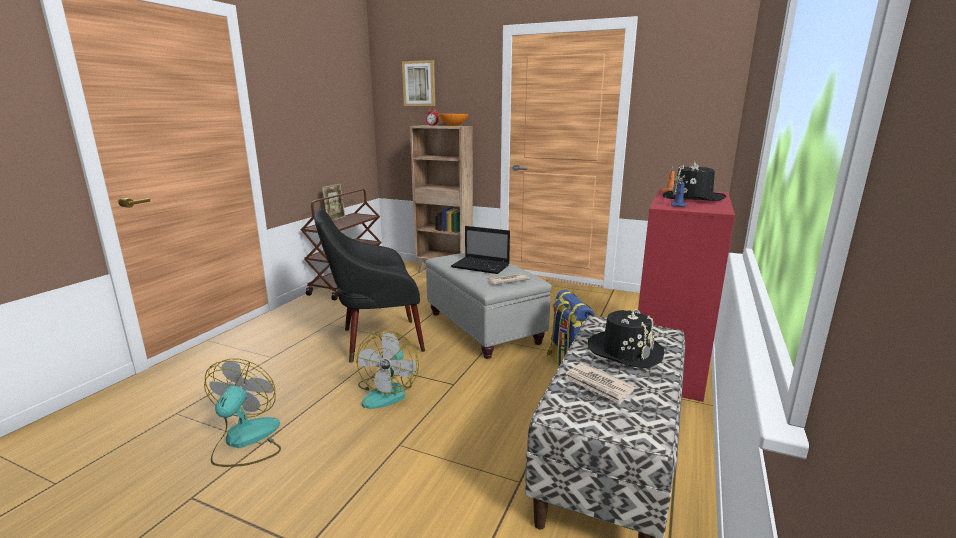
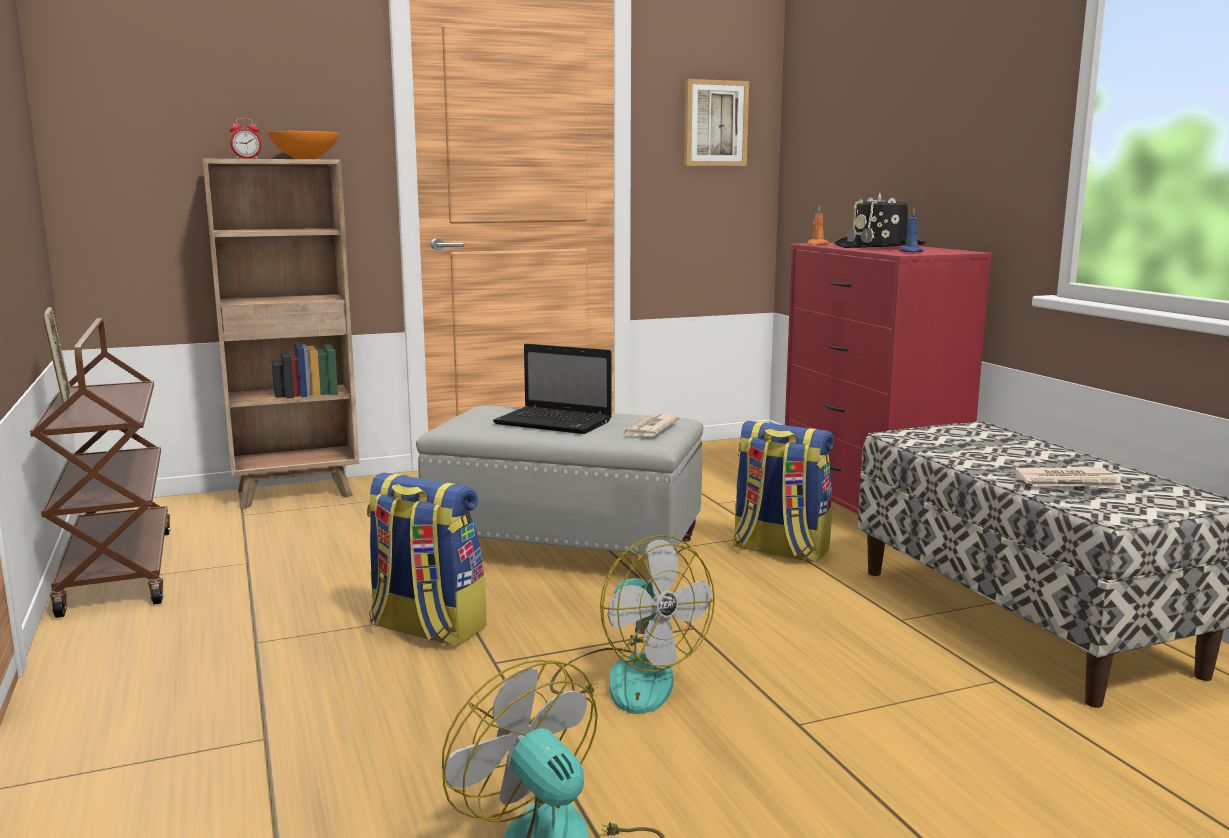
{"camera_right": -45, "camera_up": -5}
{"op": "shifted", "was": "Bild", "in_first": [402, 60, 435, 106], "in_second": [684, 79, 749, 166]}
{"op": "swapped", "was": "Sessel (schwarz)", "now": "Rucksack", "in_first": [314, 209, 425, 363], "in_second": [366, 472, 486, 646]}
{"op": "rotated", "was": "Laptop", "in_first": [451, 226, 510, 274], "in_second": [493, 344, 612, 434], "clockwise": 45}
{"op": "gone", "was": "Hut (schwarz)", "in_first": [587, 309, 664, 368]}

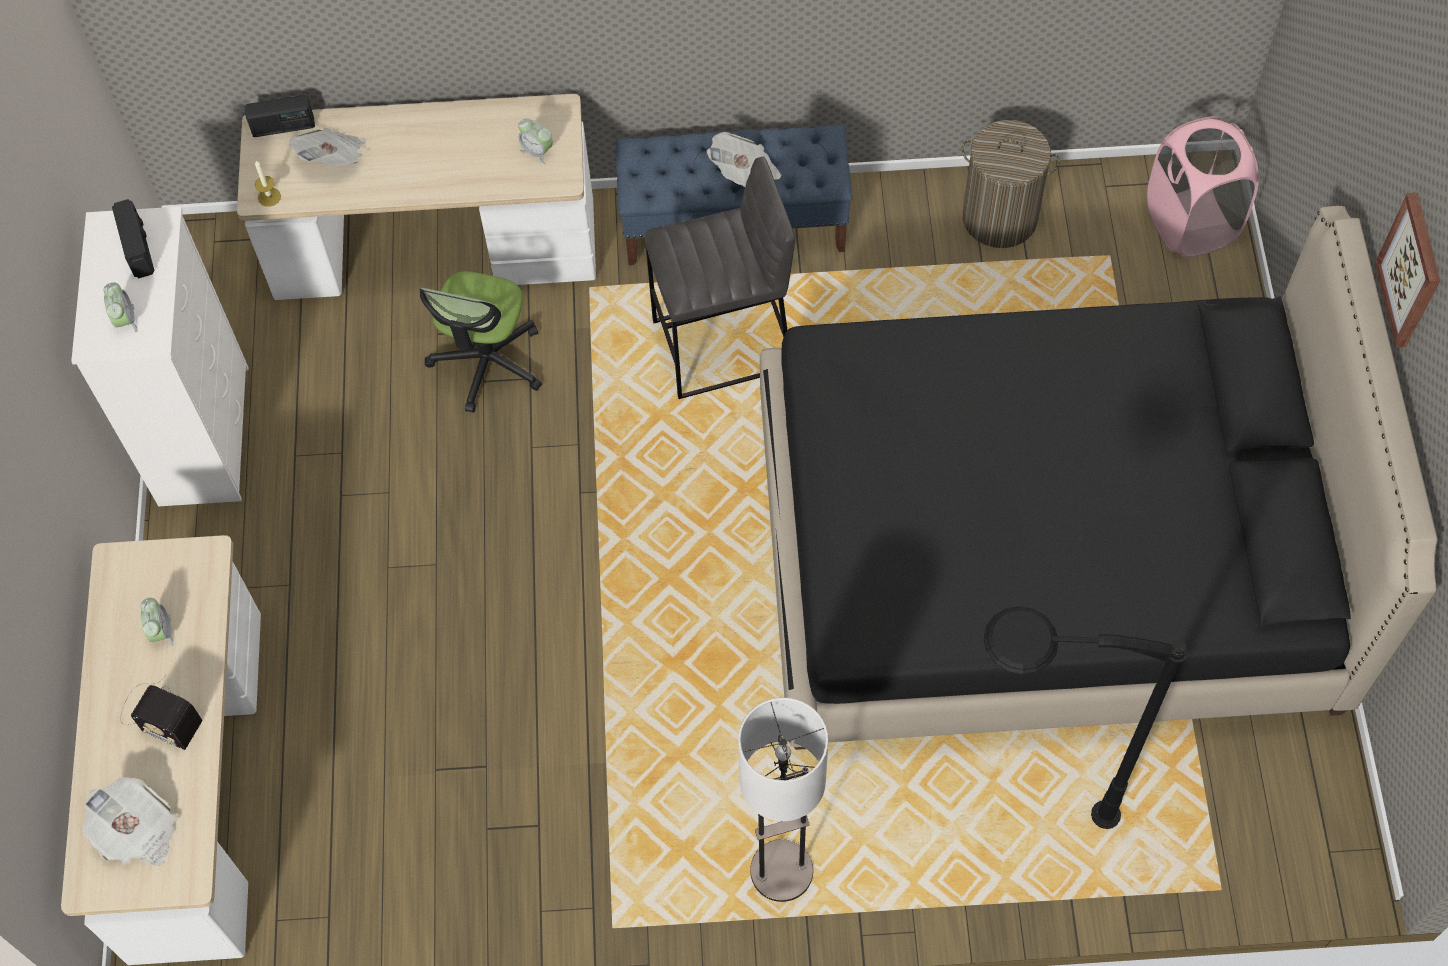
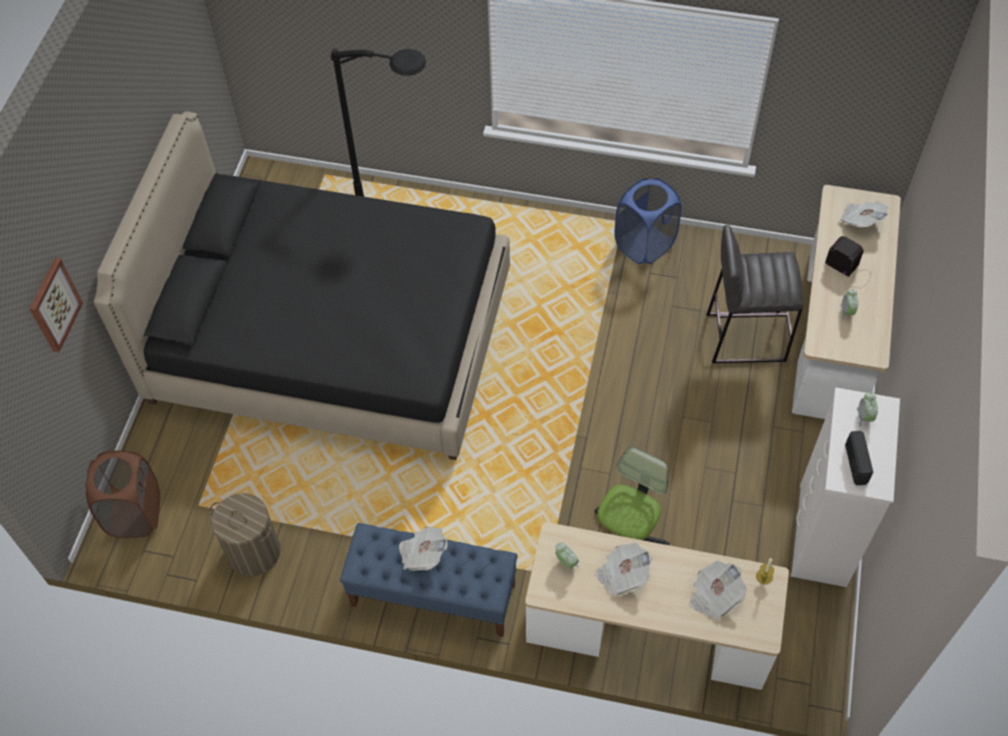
{"camera_right": -165, "camera_up": -5}
{"op": "gone", "was": "Radio", "in_first": [245, 95, 315, 137]}
{"op": "repainted", "was": "Wäschekorb (rosa)", "now": "Wäschekorb (braun)", "in_first": [1147, 116, 1259, 258], "in_second": [85, 450, 160, 538]}
{"op": "shifted", "was": "Hocker (grau)", "in_first": [645, 157, 795, 399], "in_second": [707, 225, 803, 363]}
{"op": "shifted", "was": "Bild", "in_first": [1375, 193, 1440, 348], "in_second": [29, 258, 83, 352]}
{"op": "gone", "was": "Stehlampe", "in_first": [738, 697, 829, 902]}
{"op": "new", "now": "Wäschekorb (blau)", "in_second": [614, 178, 681, 264]}
{"op": "new", "now": "Zeitung", "in_second": [595, 542, 653, 597]}

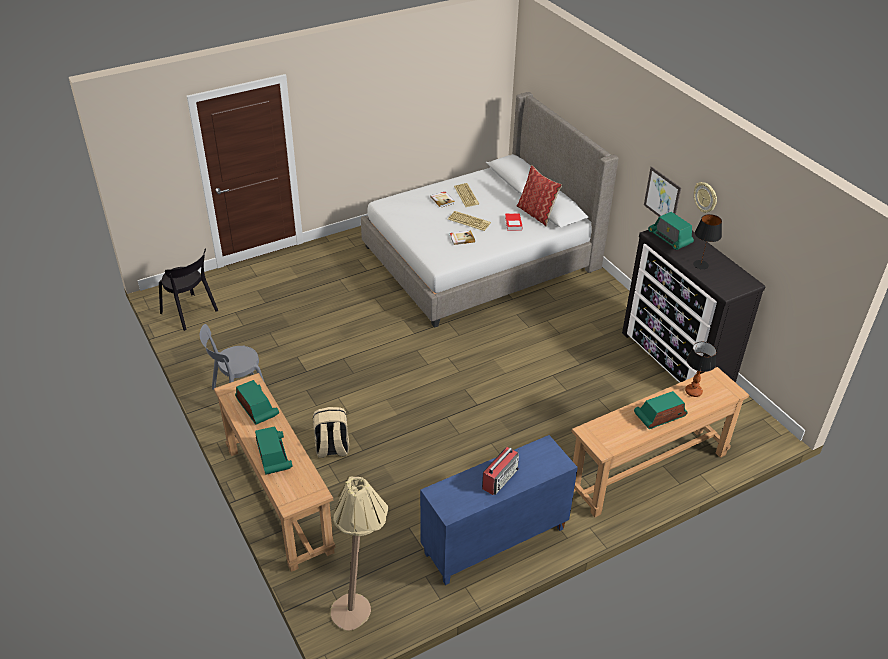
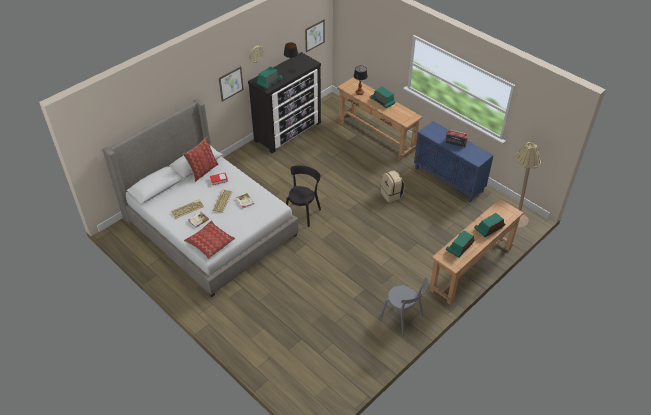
{"camera_right": -105, "camera_up": 5}
{"op": "shifted", "was": "Stuhl (schwarz)", "in_first": [159, 248, 218, 331], "in_second": [286, 165, 321, 227]}
{"op": "shifted", "was": "Rucksack (beige)", "in_first": [313, 407, 349, 458], "in_second": [381, 170, 405, 202]}
{"op": "new", "now": "Bild", "in_second": [305, 19, 325, 52]}
{"op": "new", "now": "Kissen", "in_second": [184, 221, 235, 259]}

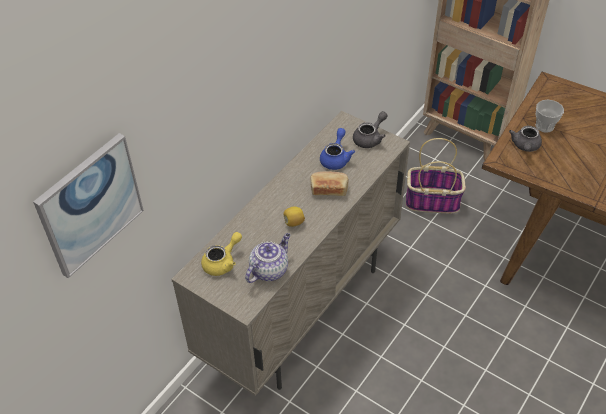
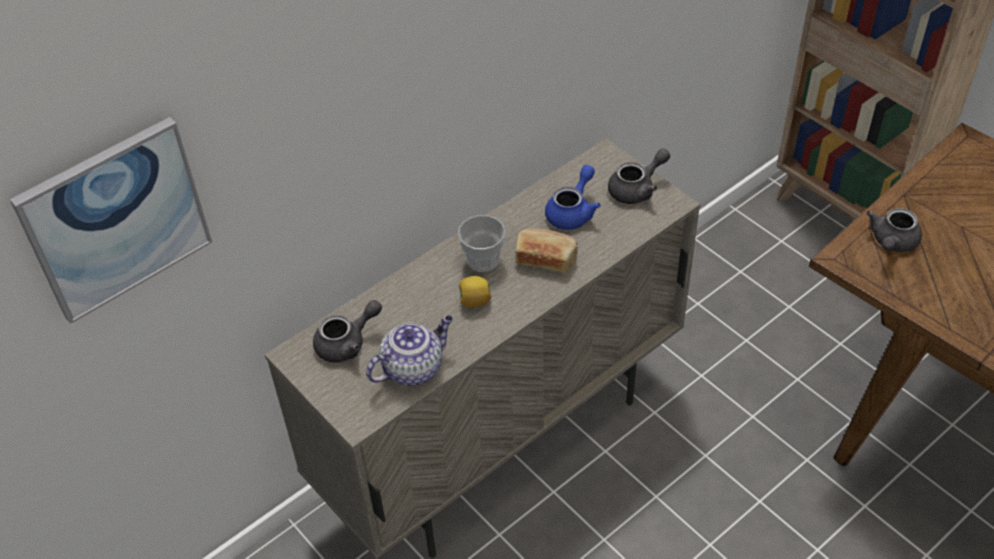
{"camera_right": 15, "camera_up": 0}
{"op": "shifted", "was": "Tasse", "in_first": [536, 100, 564, 133], "in_second": [458, 215, 505, 272]}
{"op": "gone", "was": "Korb", "in_first": [406, 138, 466, 213]}
{"op": "repainted", "was": "Teekanne (gelb)", "now": "Teekanne (grau)", "in_first": [201, 232, 242, 276], "in_second": [313, 300, 382, 363]}

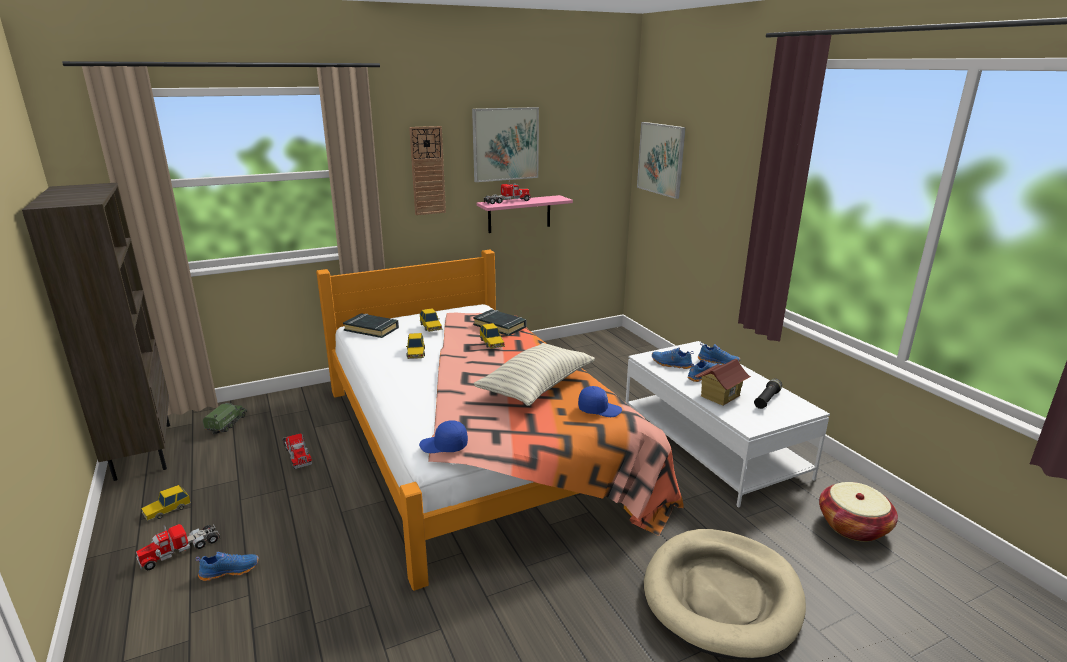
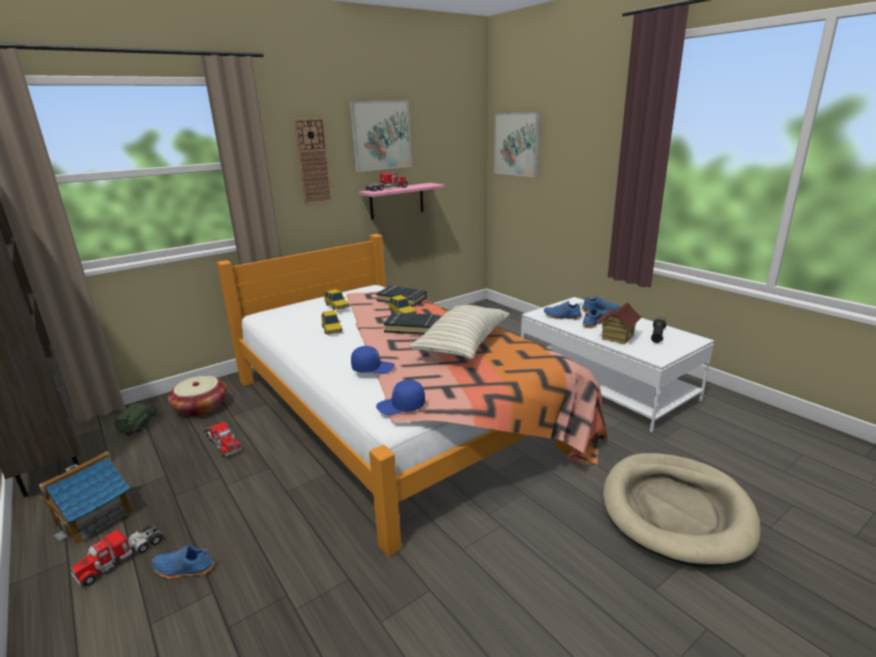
{"camera_right": -10, "camera_up": 0}
{"op": "shifted", "was": "Buch (schwarz)", "in_first": [343, 313, 399, 338], "in_second": [384, 312, 440, 335]}
{"op": "shifted", "was": "Kappe (blau)", "in_first": [578, 386, 622, 417], "in_second": [351, 346, 395, 374]}
{"op": "shifted", "was": "Korb", "in_first": [819, 482, 898, 542], "in_second": [168, 376, 227, 417]}
{"op": "swapped", "was": "Spielzeugauto", "now": "Spielzeughaus", "in_first": [141, 485, 191, 521], "in_second": [39, 451, 133, 545]}
{"op": "rotated", "was": "Schuh (blau)", "in_first": [195, 552, 259, 581], "in_second": [152, 545, 215, 579], "clockwise": -150}

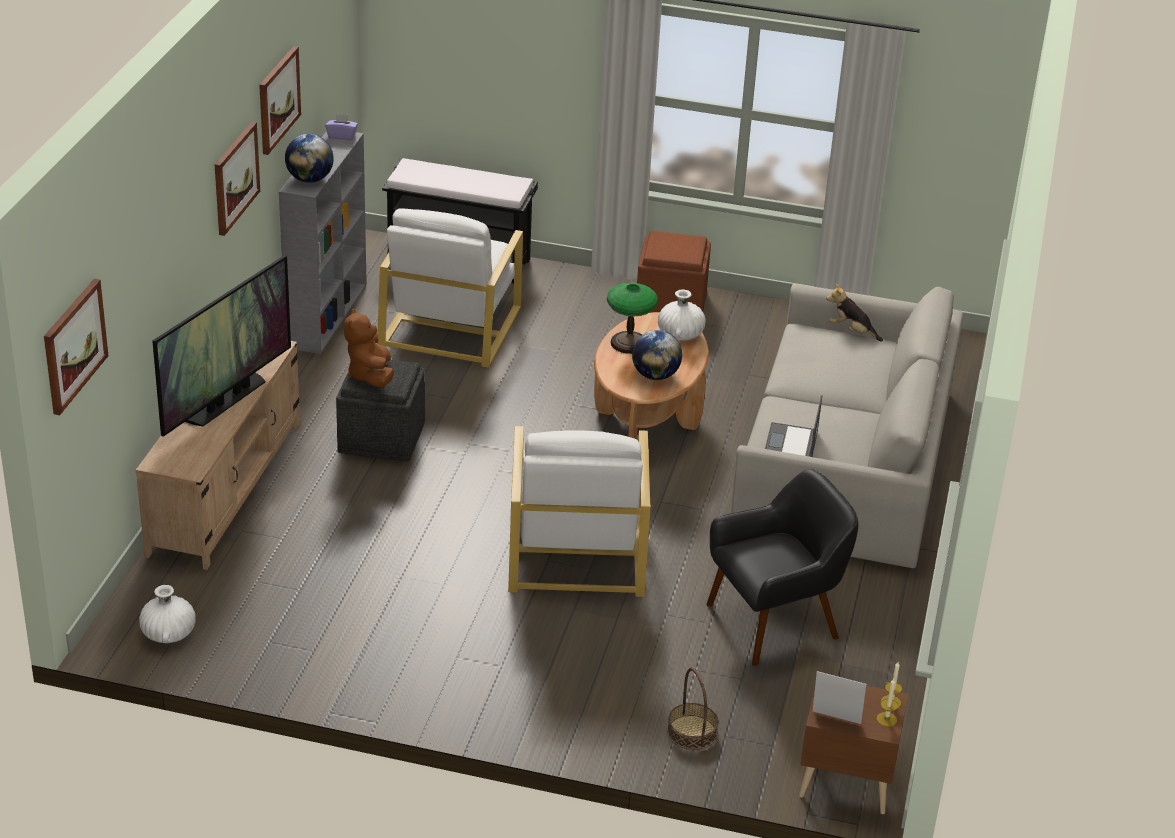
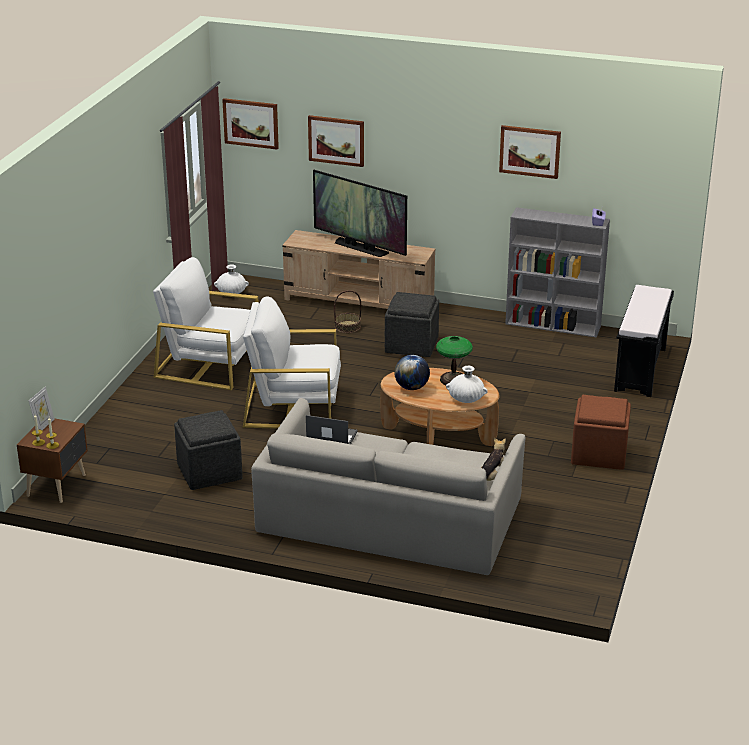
{"camera_right": 95, "camera_up": -5}
{"op": "shifted", "was": "Bild", "in_first": [215, 122, 260, 236], "in_second": [308, 115, 364, 167]}
{"op": "gone", "was": "Globus", "in_first": [285, 134, 334, 183]}
{"op": "shifted", "was": "Sessel (weiß)", "in_first": [377, 208, 523, 368], "in_second": [153, 257, 258, 390]}
{"op": "gone", "was": "Plüschtier (braun)", "in_first": [344, 309, 394, 387]}
{"op": "swapped", "was": "Sessel (schwarz)", "now": "Polsterhocker (grau)", "in_first": [706, 469, 858, 666], "in_second": [174, 410, 242, 490]}
{"op": "shifted", "was": "Korb", "in_first": [667, 668, 718, 750], "in_second": [334, 290, 361, 333]}

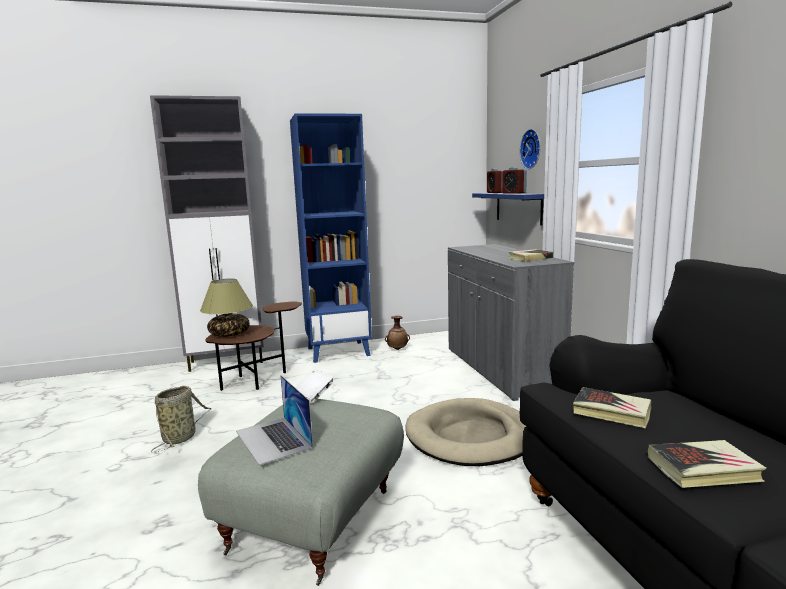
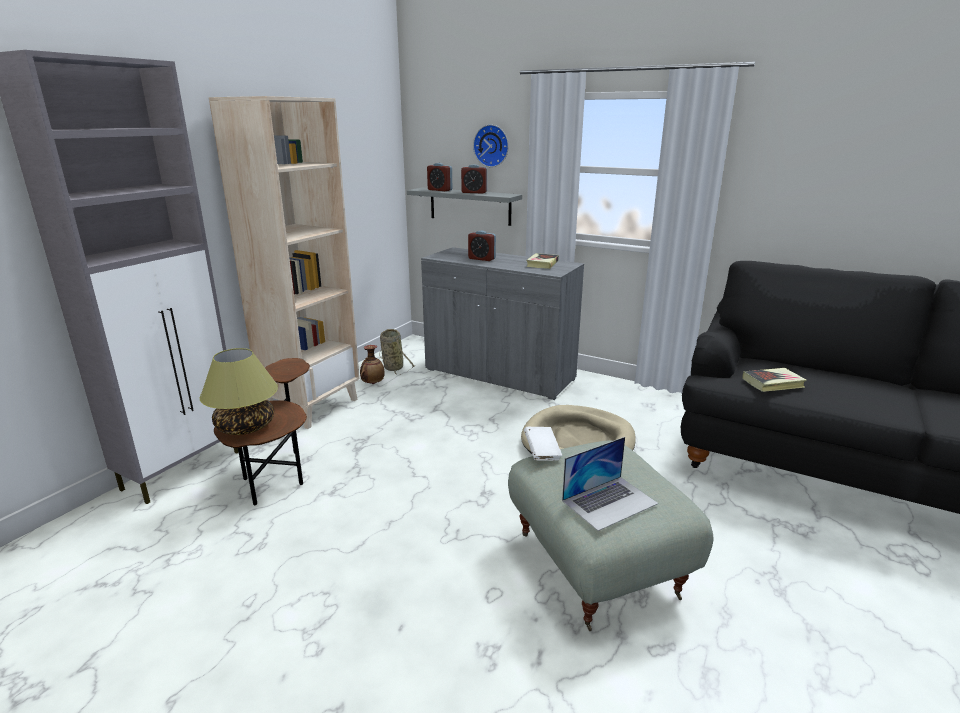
{"camera_right": -45, "camera_up": 10}
{"op": "repainted", "was": "Bücherregal (blau)", "now": "Bücherregal (beige)", "in_first": [290, 114, 372, 363], "in_second": [209, 96, 360, 429]}
{"op": "repainted", "was": "Wandregal (blau)", "now": "Wandregal (grau)", "in_first": [472, 193, 544, 225], "in_second": [407, 188, 522, 226]}
{"op": "rotated", "was": "Laptop", "in_first": [236, 375, 313, 465], "in_second": [562, 437, 658, 531], "clockwise": -45}
{"op": "shifted", "was": "Korb", "in_first": [151, 386, 212, 452], "in_second": [379, 329, 415, 375]}
{"op": "gone", "was": "Buch", "in_first": [648, 440, 766, 488]}
{"op": "new", "now": "Wecker", "in_second": [468, 231, 496, 261]}

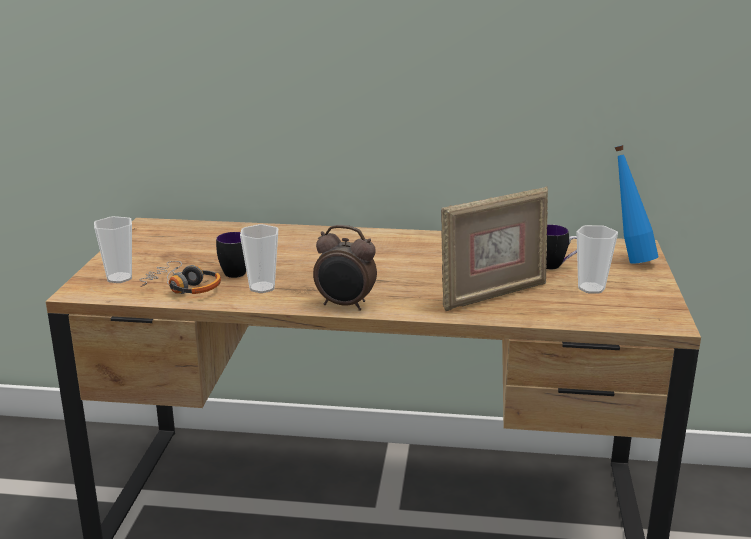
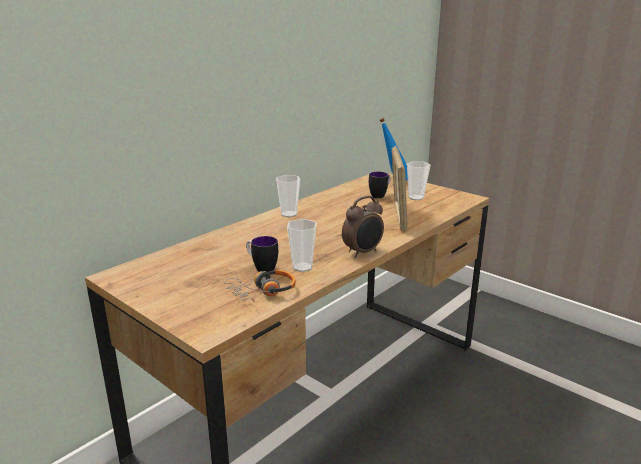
{"camera_right": -55, "camera_up": 0}
{"op": "shifted", "was": "Tasse", "in_first": [94, 216, 132, 283], "in_second": [276, 175, 300, 217]}

